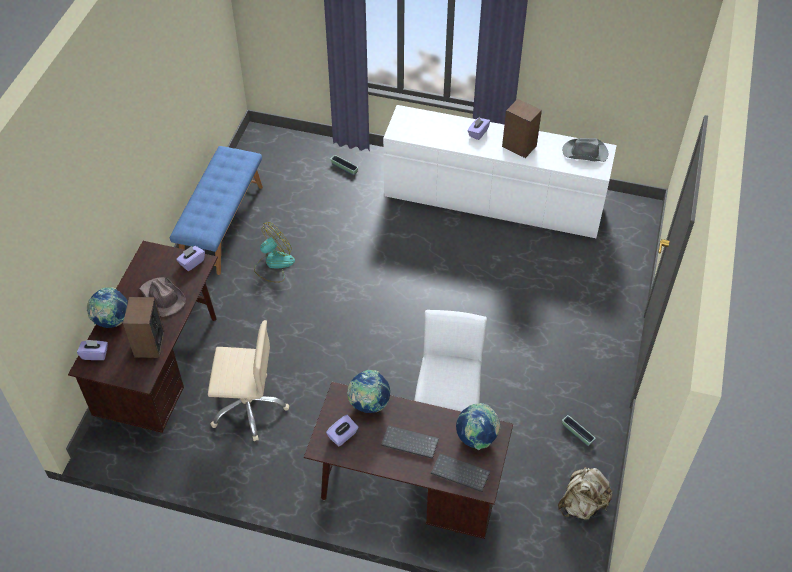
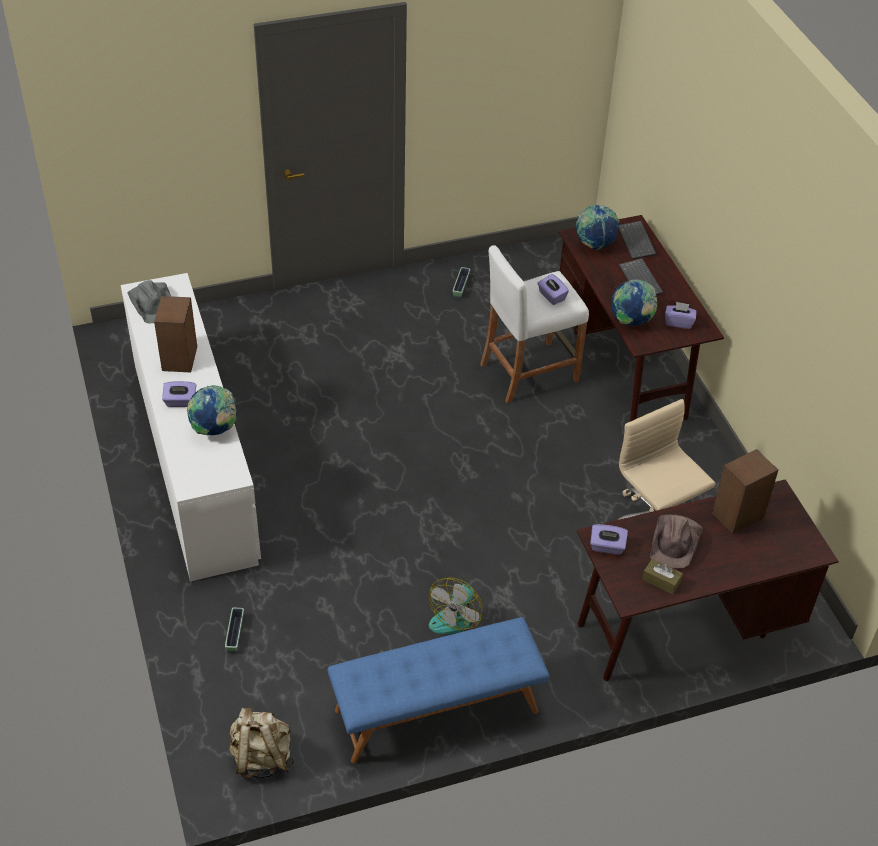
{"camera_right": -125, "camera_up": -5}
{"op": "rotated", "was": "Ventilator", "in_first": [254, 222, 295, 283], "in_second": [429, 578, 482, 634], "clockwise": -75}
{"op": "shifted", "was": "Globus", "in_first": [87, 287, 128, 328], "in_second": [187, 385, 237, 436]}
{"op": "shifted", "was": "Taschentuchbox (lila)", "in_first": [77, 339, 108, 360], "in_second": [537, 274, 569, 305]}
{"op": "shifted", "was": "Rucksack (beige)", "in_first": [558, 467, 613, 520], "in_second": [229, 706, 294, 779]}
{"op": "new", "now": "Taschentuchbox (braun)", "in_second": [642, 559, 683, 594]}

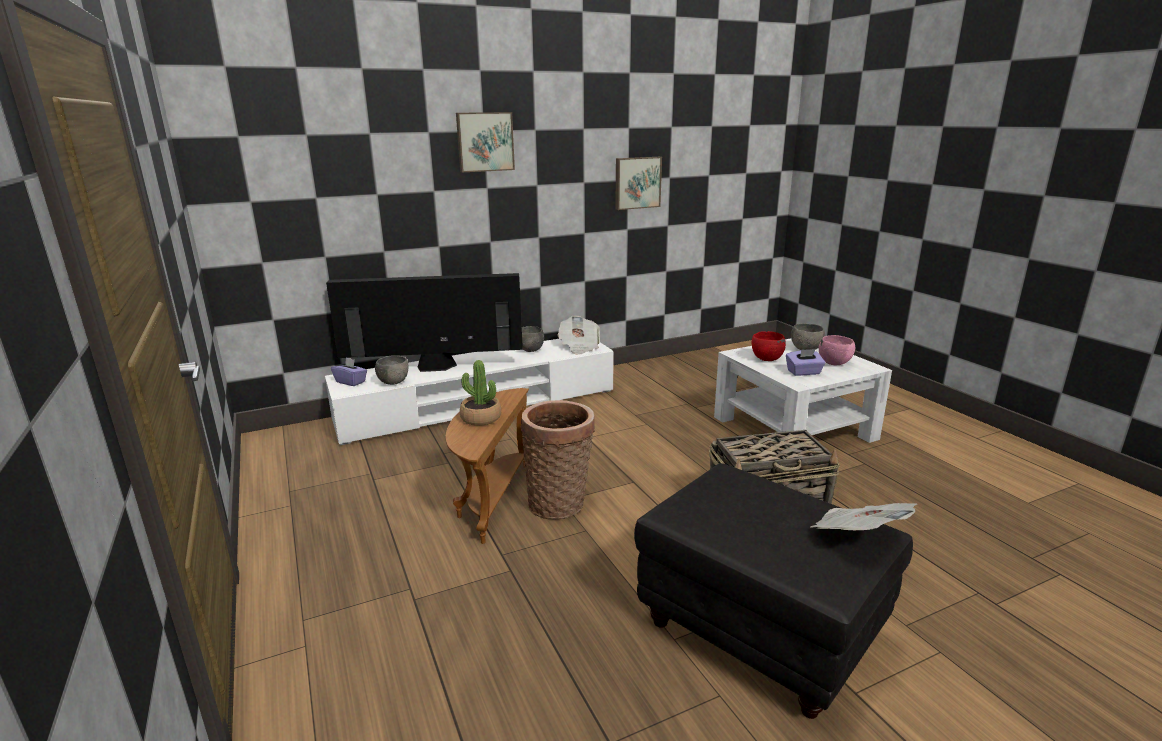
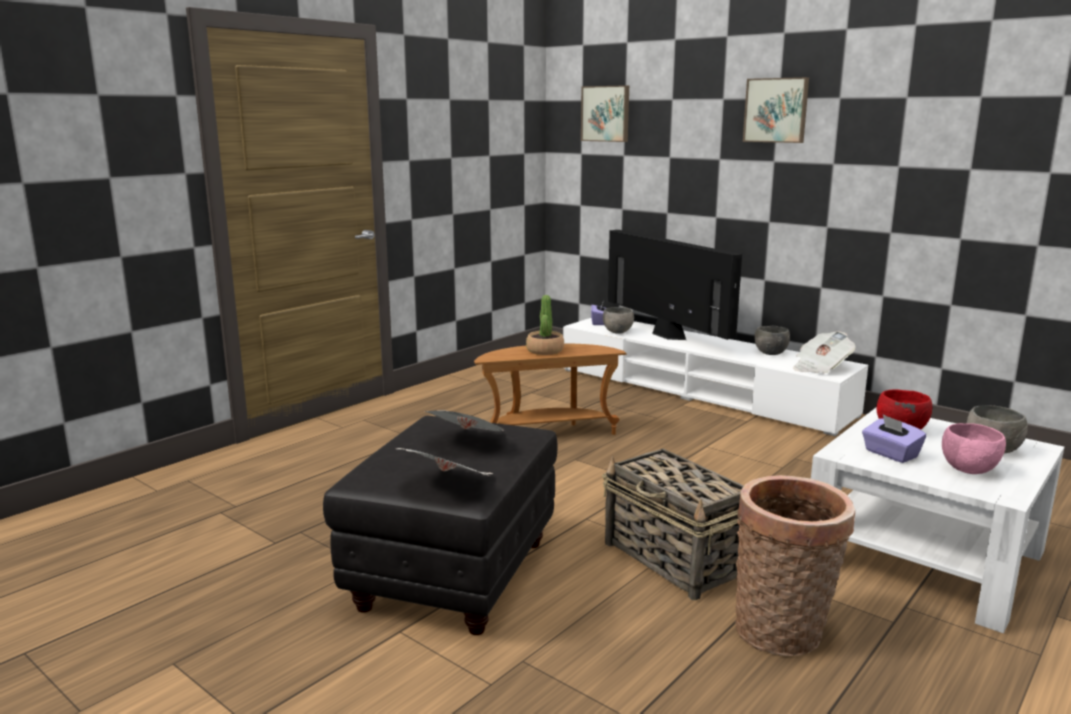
{"camera_right": 65, "camera_up": -5}
{"op": "shifted", "was": "Bild", "in_first": [615, 157, 662, 210], "in_second": [581, 85, 629, 142]}
{"op": "shifted", "was": "Korb", "in_first": [521, 400, 595, 520], "in_second": [736, 475, 855, 656]}
{"op": "new", "now": "Zeitung", "in_second": [422, 410, 505, 431]}

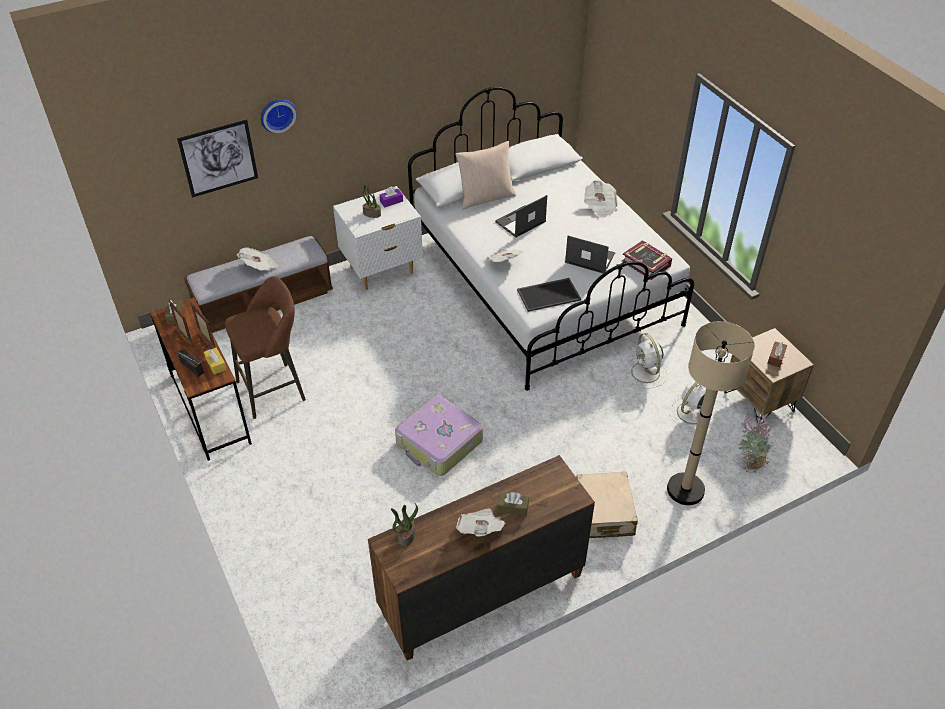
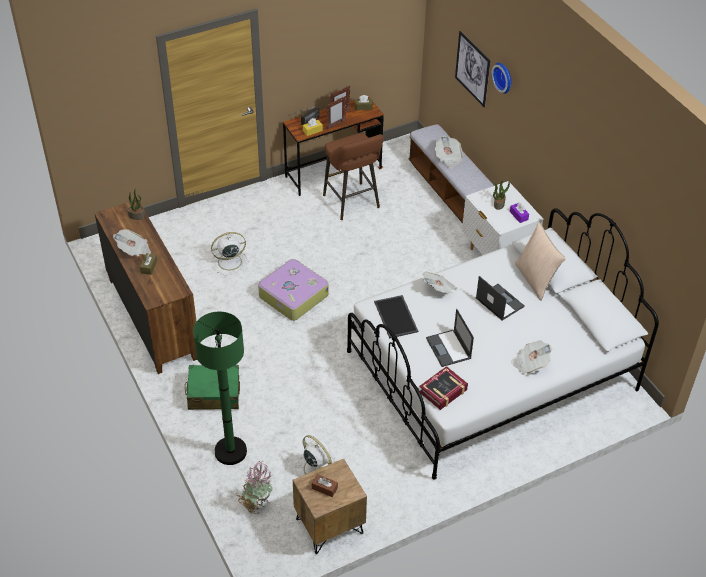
{"camera_right": 90, "camera_up": 0}
{"op": "rotated", "was": "Laptop", "in_first": [565, 236, 615, 273], "in_second": [426, 309, 474, 367], "clockwise": 135}
{"op": "repainted", "was": "Stehlampe (beige)", "now": "Stehlampe (grün)", "in_first": [667, 321, 755, 505], "in_second": [193, 312, 247, 465]}
{"op": "shifted", "was": "Ventilator (weiß)", "in_first": [625, 333, 668, 389], "in_second": [211, 232, 249, 275]}
{"op": "repainted", "was": "Koffer (beige)", "now": "Koffer (grün)", "in_first": [576, 472, 638, 538], "in_second": [185, 365, 240, 410]}

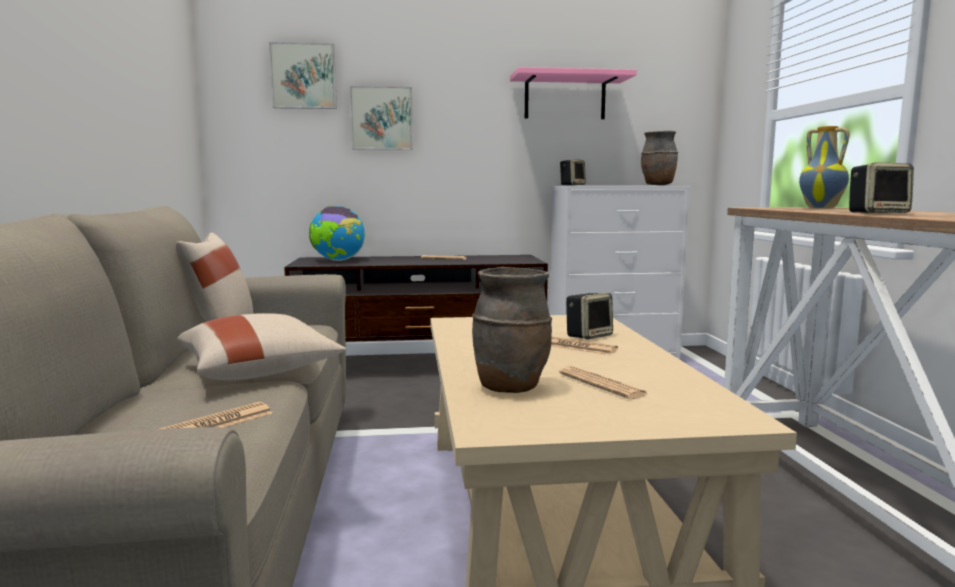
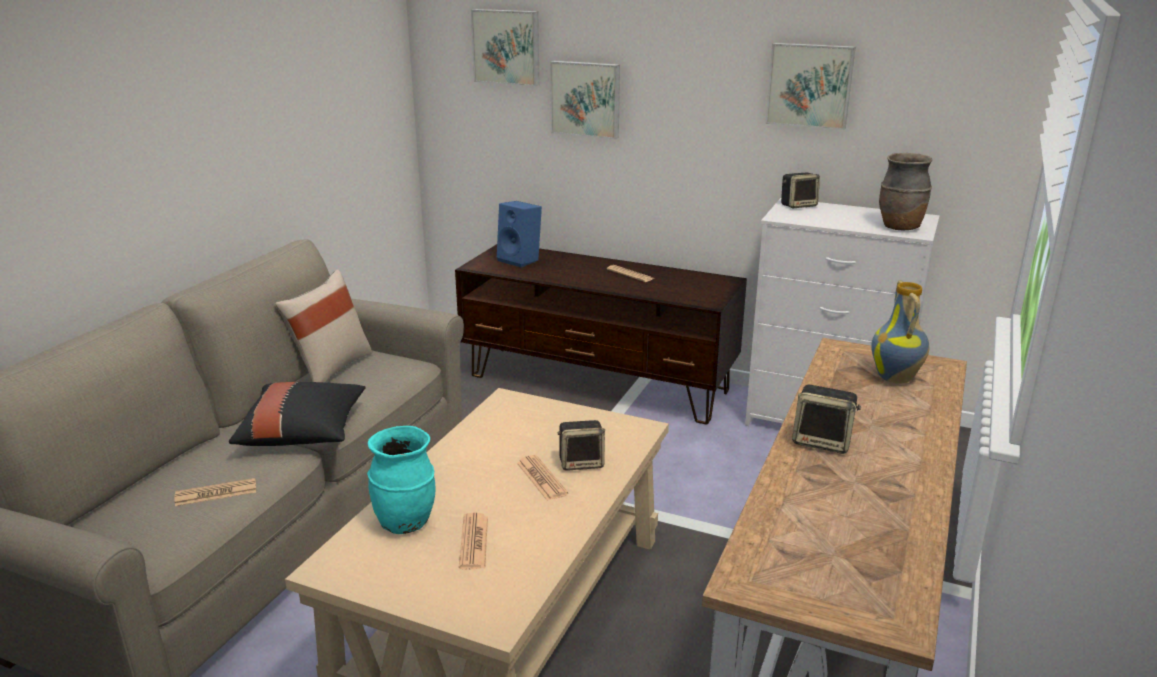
{"camera_right": 30, "camera_up": 15}
{"op": "swapped", "was": "Wandregal (rosa)", "now": "Bild", "in_first": [510, 67, 637, 119], "in_second": [765, 43, 856, 130]}
{"op": "swapped", "was": "Globus", "now": "Lautsprecher (blau)", "in_first": [309, 206, 365, 261], "in_second": [497, 201, 542, 268]}
{"op": "repainted", "was": "Vase (braun)", "now": "Vase (türkis)", "in_first": [472, 267, 552, 393], "in_second": [367, 426, 435, 534]}
{"op": "repainted", "was": "Kissen (beige)", "now": "Kissen (schwarz)", "in_first": [177, 313, 346, 380], "in_second": [229, 382, 366, 446]}

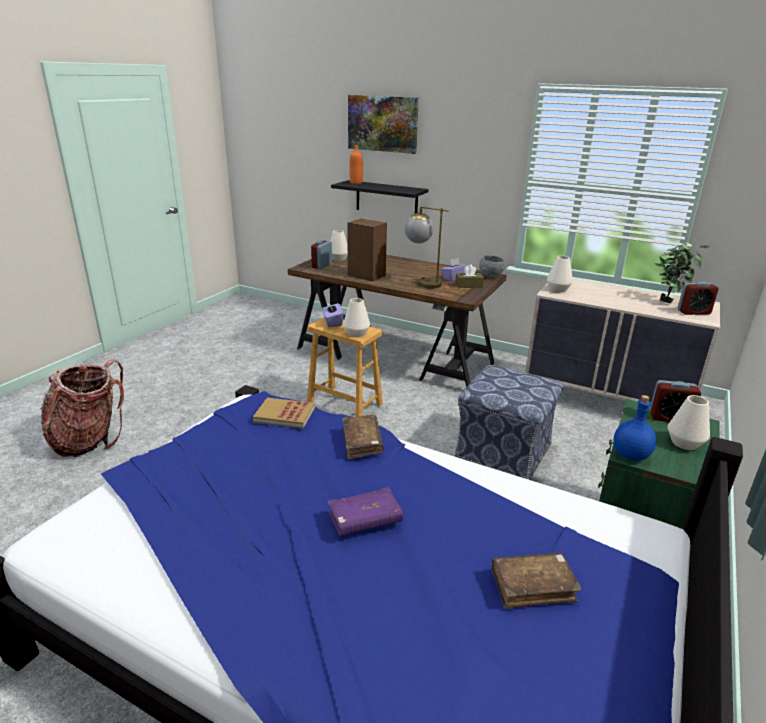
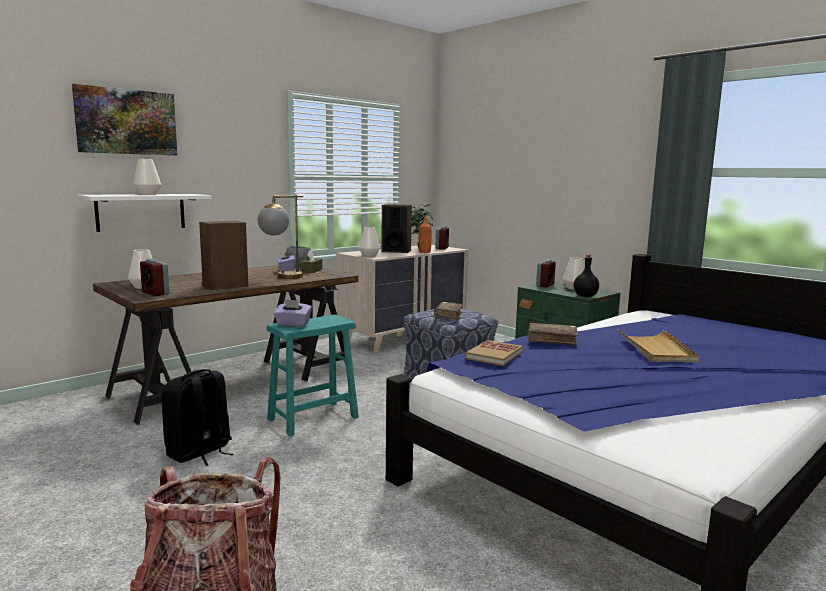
{"camera_right": -70, "camera_up": -15}
{"op": "shifted", "was": "Flasche (orange)", "in_first": [350, 145, 363, 184], "in_second": [418, 217, 432, 253]}
{"op": "repainted", "was": "Wandregal (schwarz)", "now": "Wandregal (weiß)", "in_first": [331, 180, 428, 213], "in_second": [78, 194, 212, 232]}
{"op": "shifted", "was": "Vase (weiß)", "in_first": [343, 298, 370, 337], "in_second": [133, 159, 161, 195]}
{"op": "repainted", "was": "Hocker (braun)", "now": "Hocker (türkis)", "in_first": [307, 318, 383, 417], "in_second": [267, 315, 359, 437]}
{"op": "repainted", "was": "Flasche (blau)", "now": "Flasche (schwarz)", "in_first": [614, 395, 656, 461], "in_second": [574, 254, 599, 297]}
{"op": "swapped", "was": "Buch (lila)", "now": "Tablett (beige)", "in_first": [328, 487, 403, 536], "in_second": [617, 329, 699, 363]}
{"op": "shifted", "was": "Buch (braun)", "in_first": [492, 552, 582, 609], "in_second": [434, 302, 463, 320]}
{"op": "new", "now": "Lautsprecher", "in_second": [381, 204, 412, 253]}
{"op": "new", "now": "Rucksack (schwarz)", "in_second": [162, 369, 234, 466]}

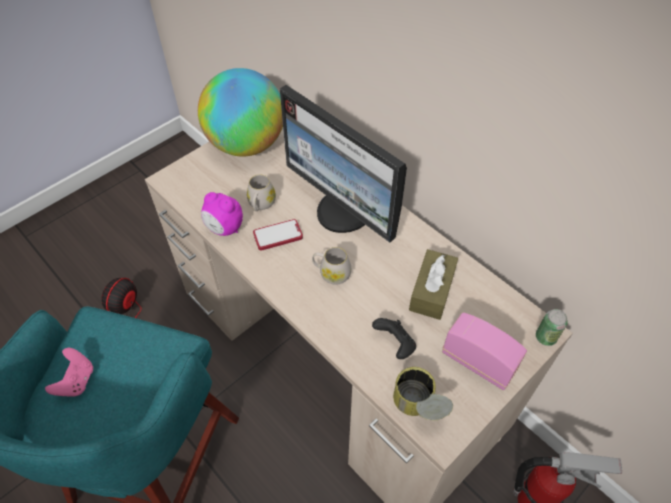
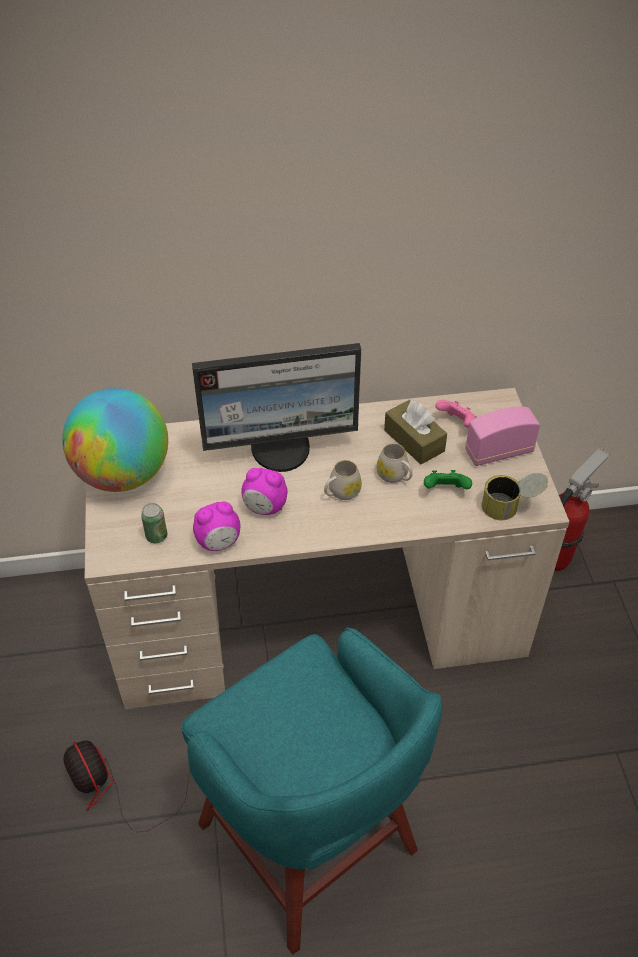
{"camera_right": -55, "camera_up": -5}
{"op": "shifted", "was": "Henkelbecher (weiß)", "in_first": [247, 175, 276, 211], "in_second": [376, 443, 413, 483]}
{"op": "swapped", "was": "Handy", "now": "Wecker", "in_first": [253, 219, 303, 251], "in_second": [241, 468, 287, 515]}
{"op": "shifted", "was": "Dose", "in_first": [536, 309, 568, 346], "in_second": [141, 503, 167, 543]}
{"op": "repainted", "was": "Gamepad (schwarz)", "now": "Gamepad (grün)", "in_first": [372, 318, 416, 359], "in_second": [424, 470, 472, 489]}
{"op": "shifted", "was": "Gamepad (rosa)", "in_first": [45, 348, 93, 397], "in_second": [435, 400, 477, 428]}

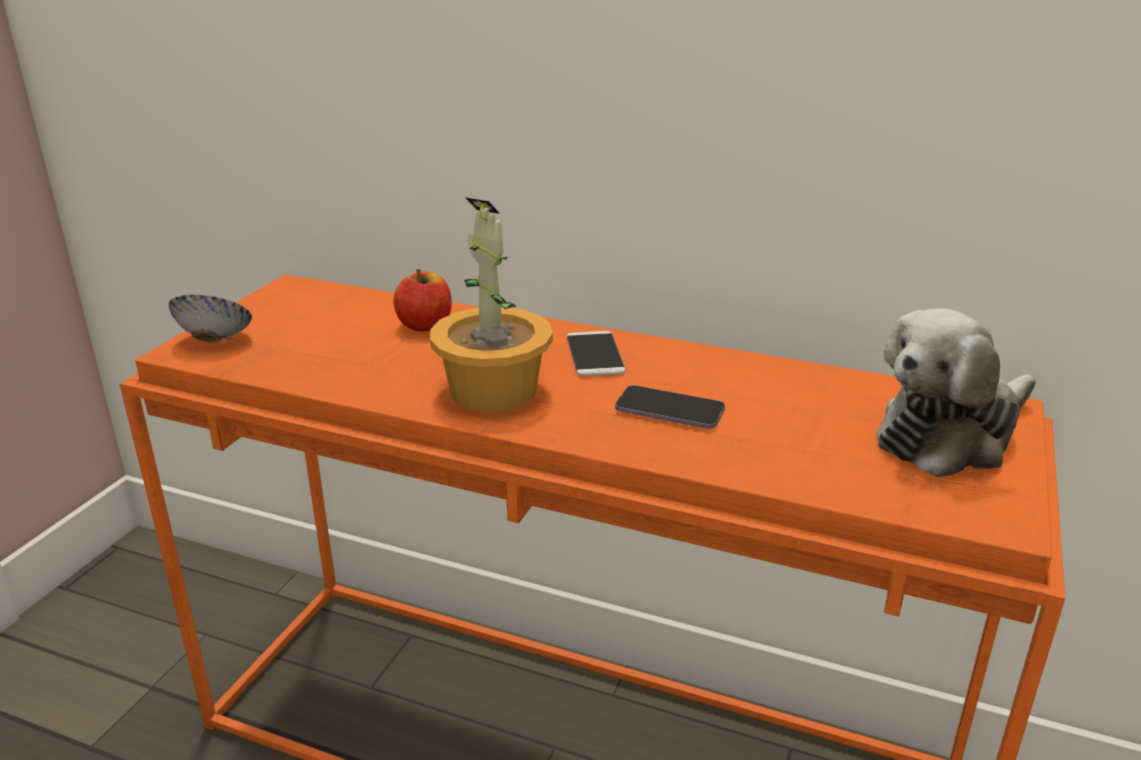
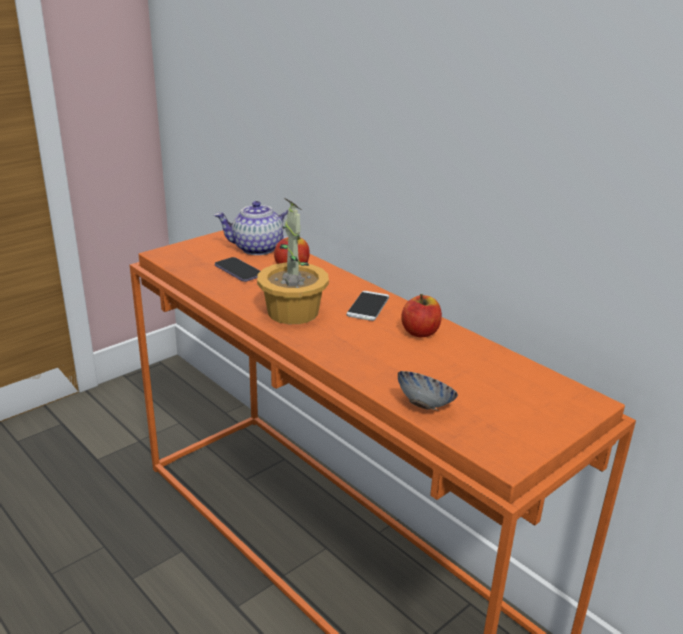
{"camera_right": 25, "camera_up": 0}
{"op": "shifted", "was": "Schüssel", "in_first": [169, 294, 252, 342], "in_second": [398, 371, 458, 411]}
{"op": "gone", "was": "Plüschtier", "in_first": [877, 308, 1036, 477]}
{"op": "shifted", "was": "Handy", "in_first": [615, 385, 725, 429], "in_second": [215, 257, 260, 282]}
{"op": "new", "now": "Teekanne", "in_second": [214, 201, 288, 255]}
{"op": "new", "now": "Apfel", "in_second": [401, 294, 442, 337]}

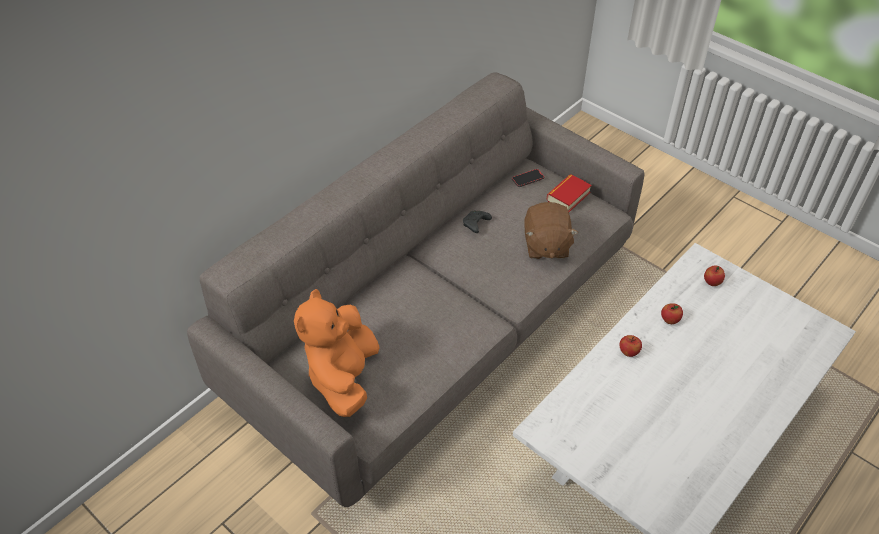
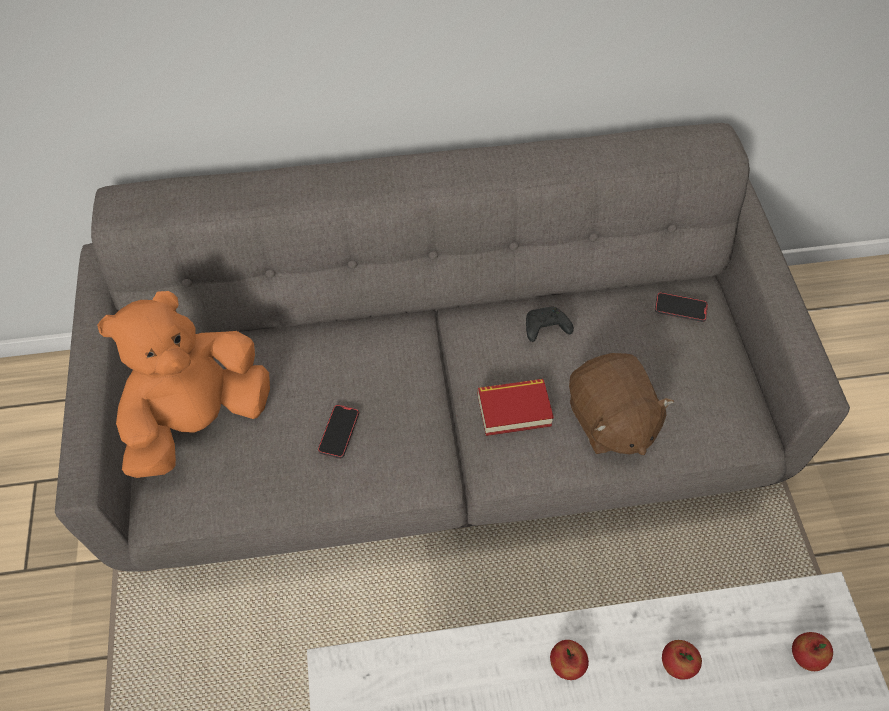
{"camera_right": 40, "camera_up": 10}
{"op": "shifted", "was": "Buch", "in_first": [547, 174, 592, 212], "in_second": [478, 379, 554, 436]}
{"op": "rotated", "was": "Plüschtier (braun)", "in_first": [524, 202, 578, 259], "in_second": [569, 353, 674, 455], "clockwise": -60}
{"op": "new", "now": "Handy", "in_second": [318, 404, 359, 459]}

